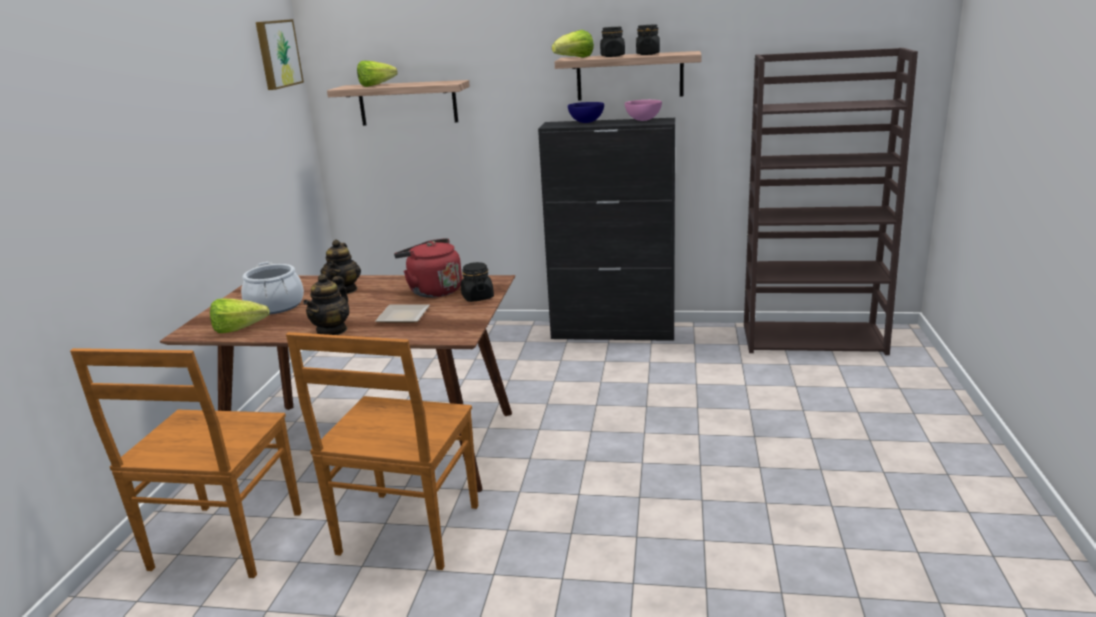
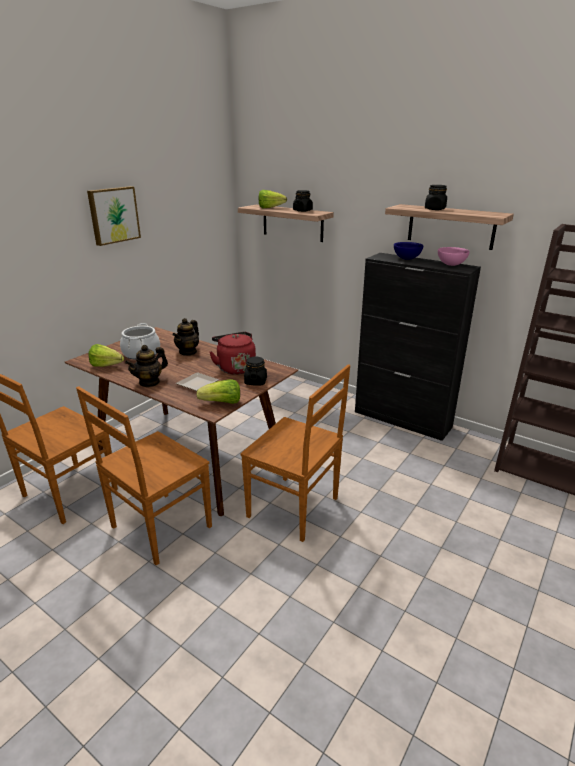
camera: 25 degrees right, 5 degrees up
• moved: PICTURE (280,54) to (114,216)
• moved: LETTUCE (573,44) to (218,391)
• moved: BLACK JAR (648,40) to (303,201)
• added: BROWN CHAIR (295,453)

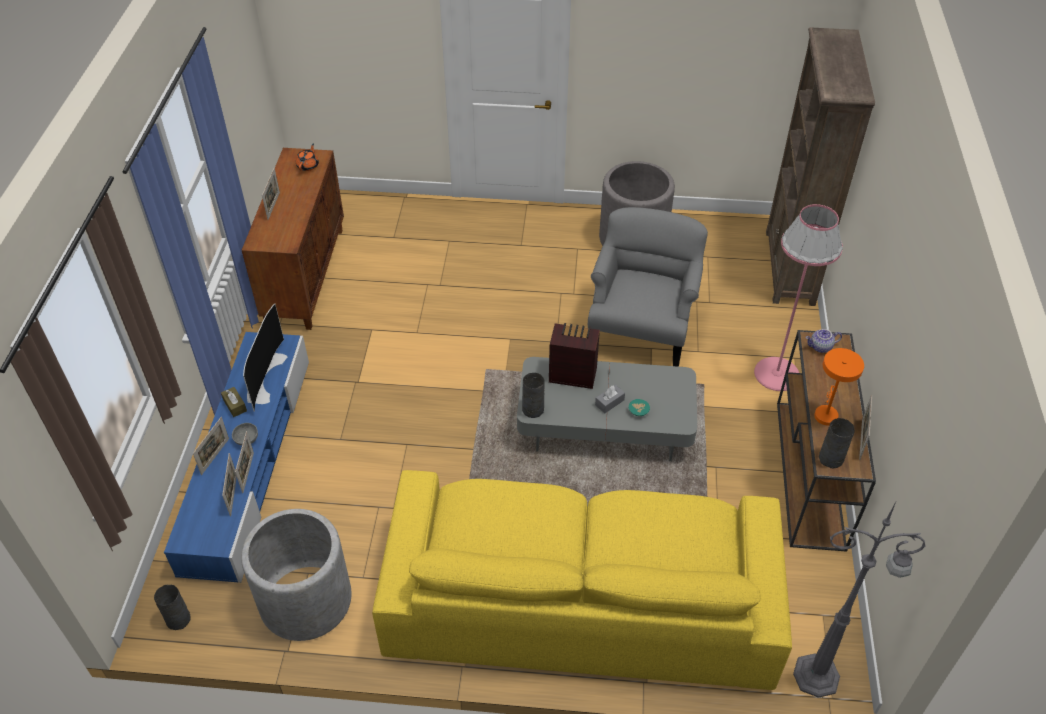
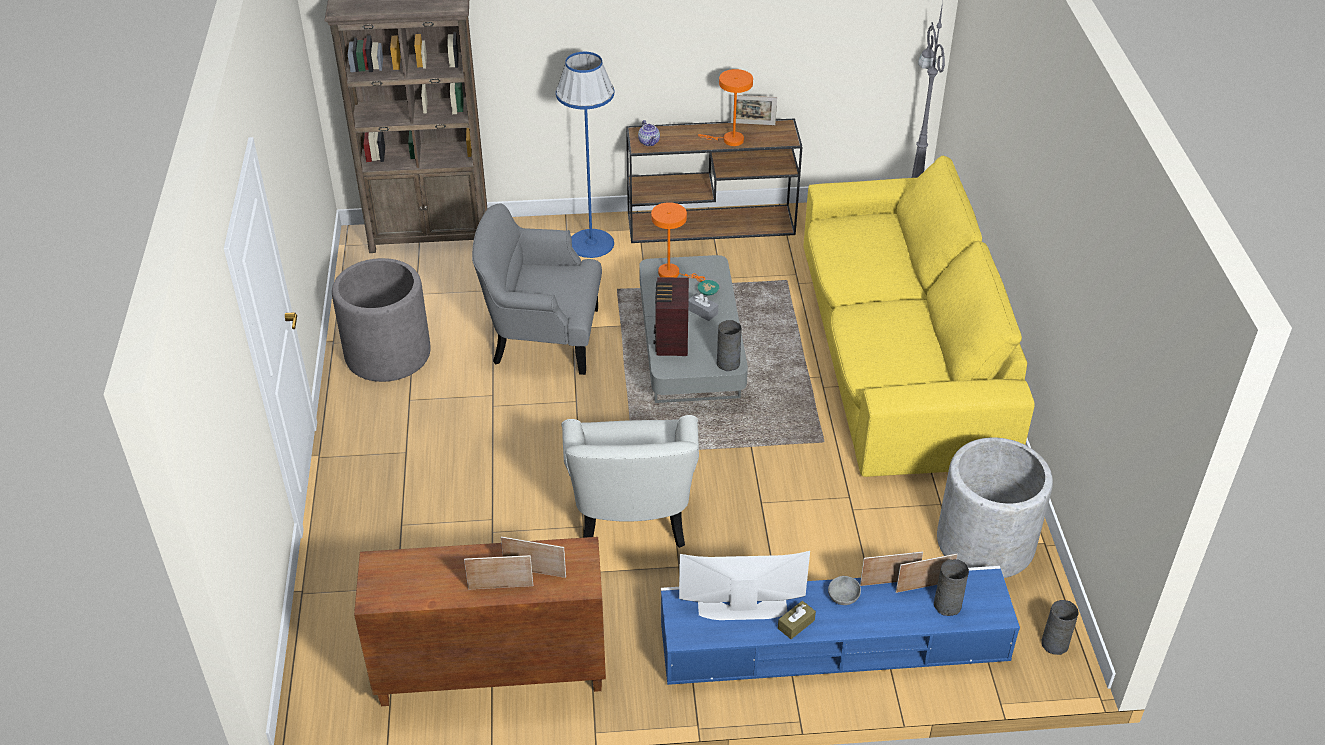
camera: 100 degrees left, 5 degrees down
• moved: PICTURE FRAME (211,446) to (533,557)
• removed: ORANGE TEAPOT (307,157)
• recoloured: PINK FLOOR LAMP (798,297) to BLUE FLOOR LAMP (585,155)
• moved: GREY VASE (837,443) to (951,587)
• added: WHITE ARMCHAIR (630,481)
• added: ORANGE TABLE LAMP (678,242)

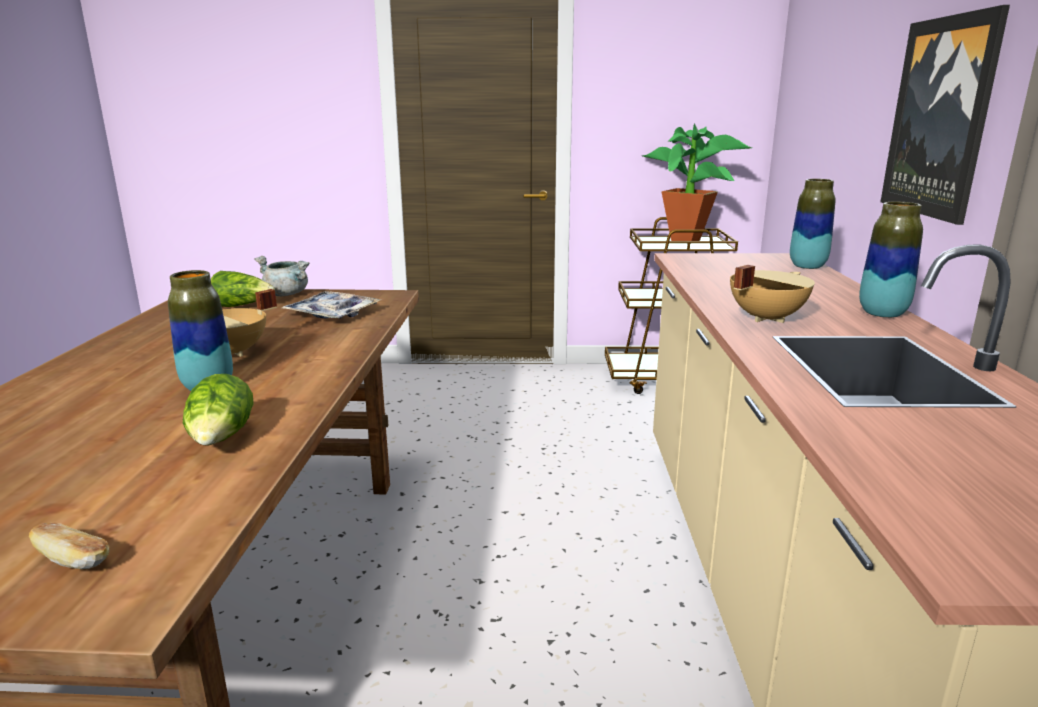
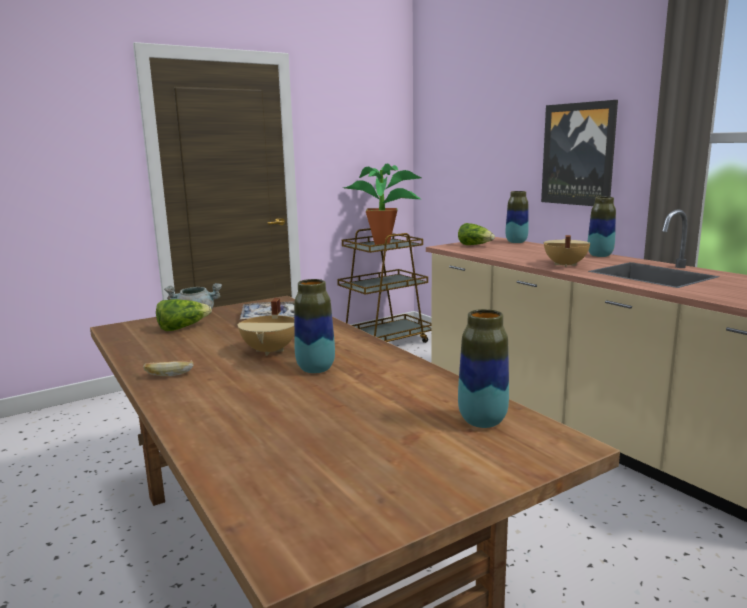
camera: 35 degrees left, 5 degrees down
• moved: BREAD (69,546) to (168,368)
• moved: LETTUCE (218,410) to (476,234)
• added: VASE (483,368)

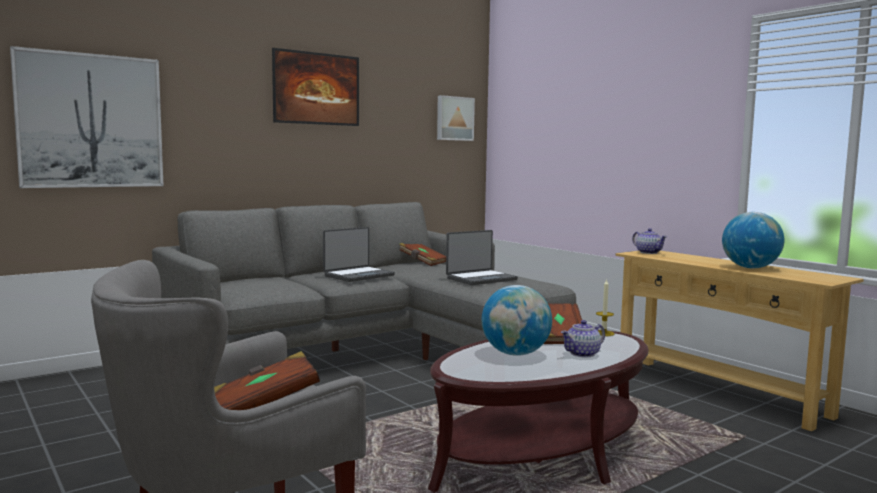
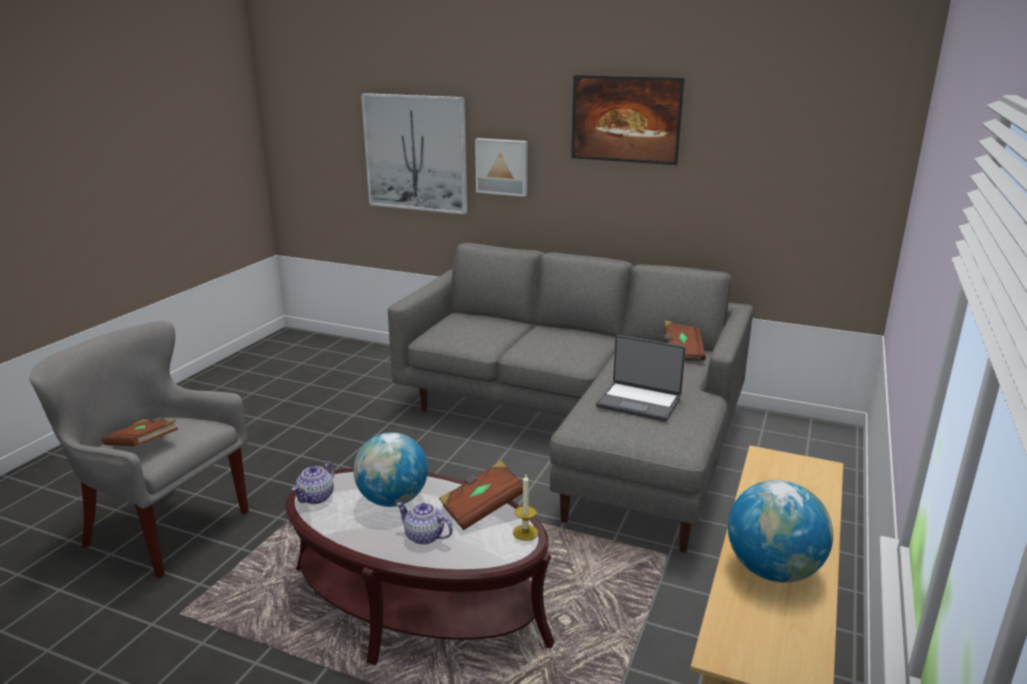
camera: 60 degrees right, 15 degrees up
• removed: LAPTOP (359,254)
• moved: PICTURE (456,118) to (501,167)
• moved: TEAPOT (649,241) to (313,482)

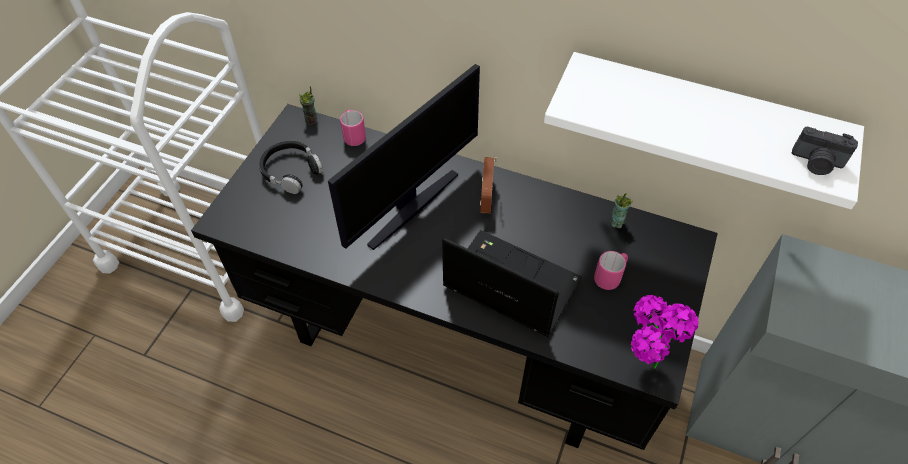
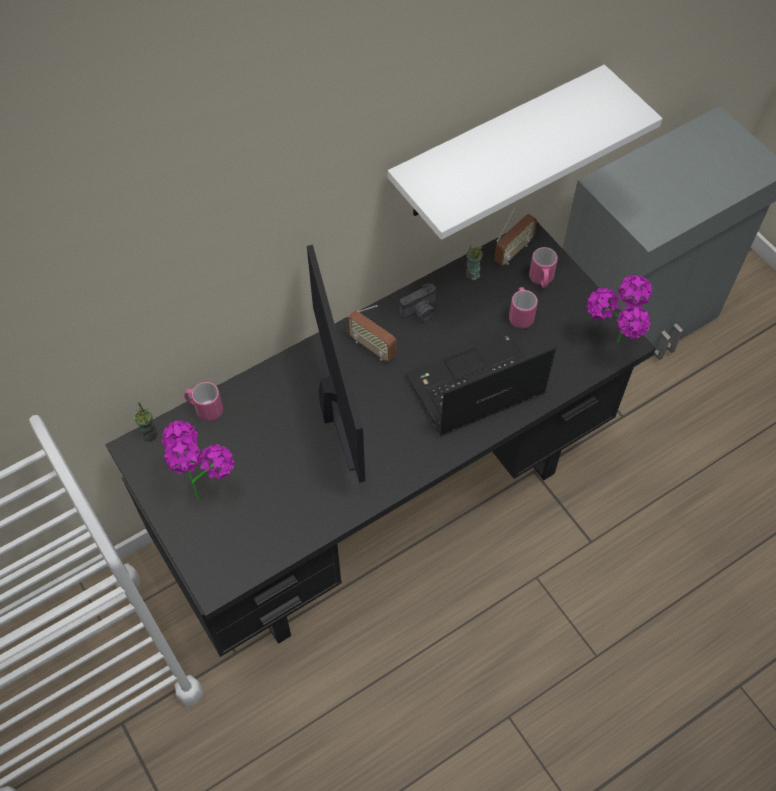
camera: 55 degrees left, 5 degrees up
• replaced: BLACK HEADPHONES (291,167) to POTTED PLANT (198,460)
• moved: PHOTO CAMERA (825,151) to (417,302)
• added: RADIO (515,236)
• added: PINK MUG (543,267)

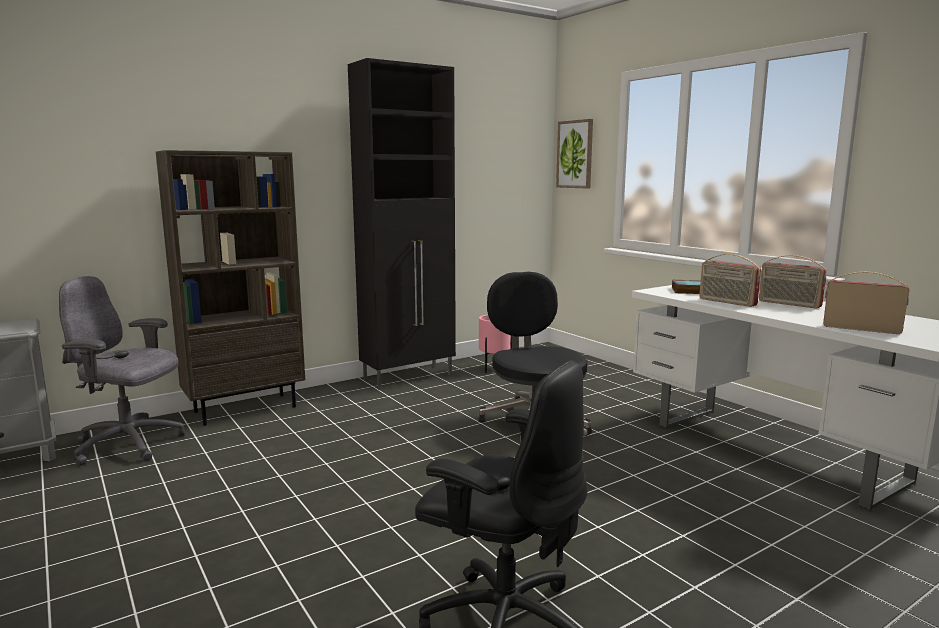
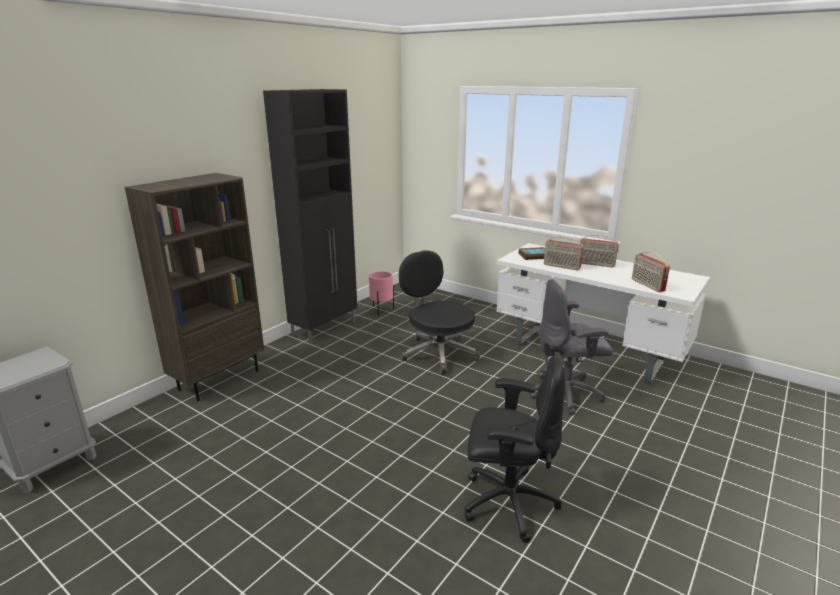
camera: 20 degrees left, 10 degrees up
• moved: GREY OFFICE CHAIR (122,371) to (571,347)
• removed: PICTURE (574,154)
• turned: RADIO (866,303) = (651,272) 120 degrees counterclockwise

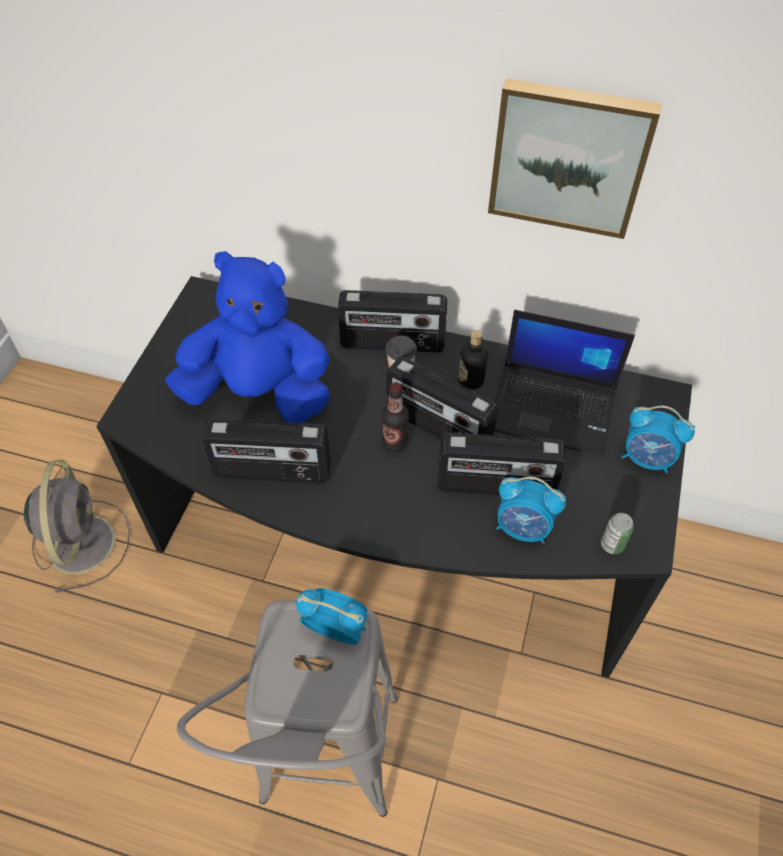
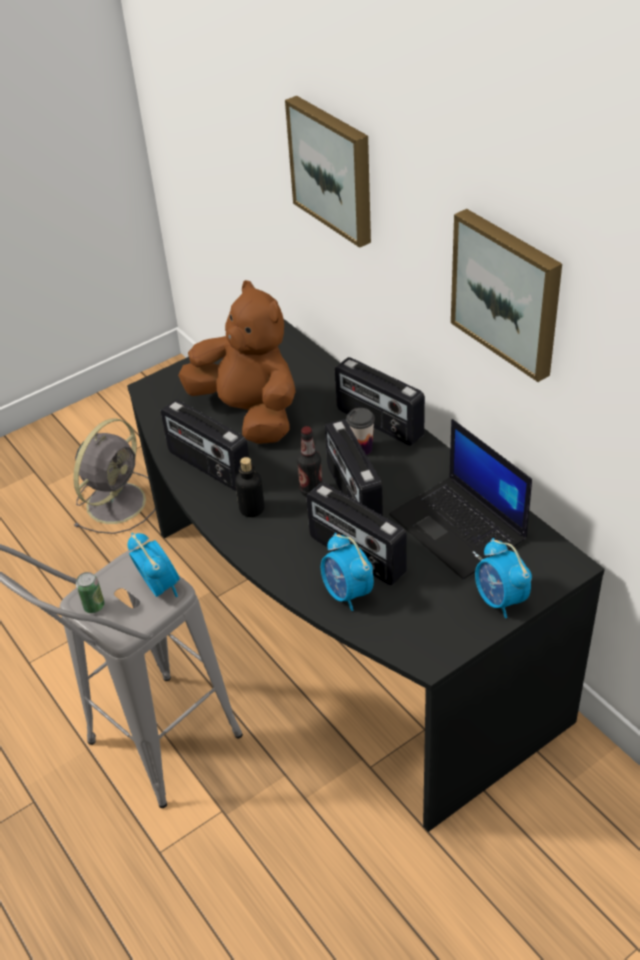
camera: 40 degrees right, 10 degrees down
• recoloured: BLUE PLUSH TOY (247,337) to BROWN PLUSH TOY (237,362)
• moved: BOTTLE (473,360) to (250,487)
• moved: CAN (617,533) to (90,592)
• added: PICTURE (328,172)

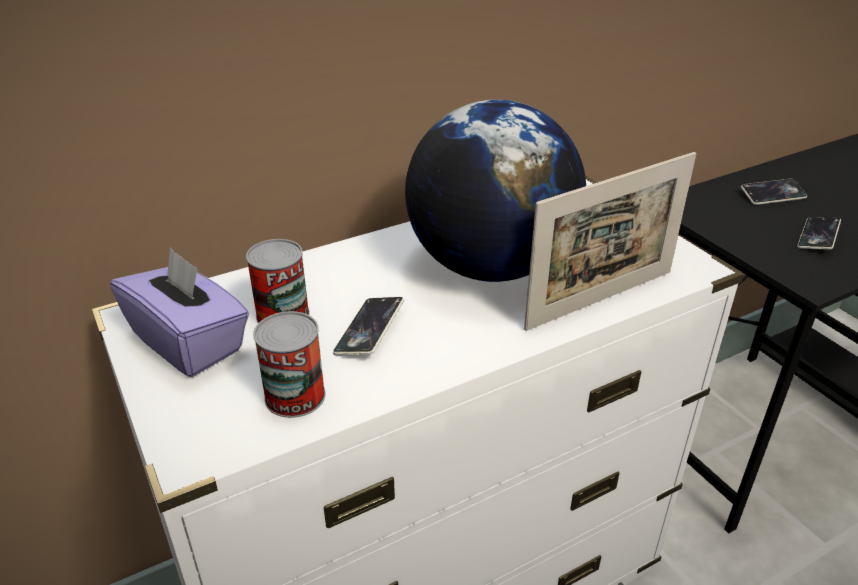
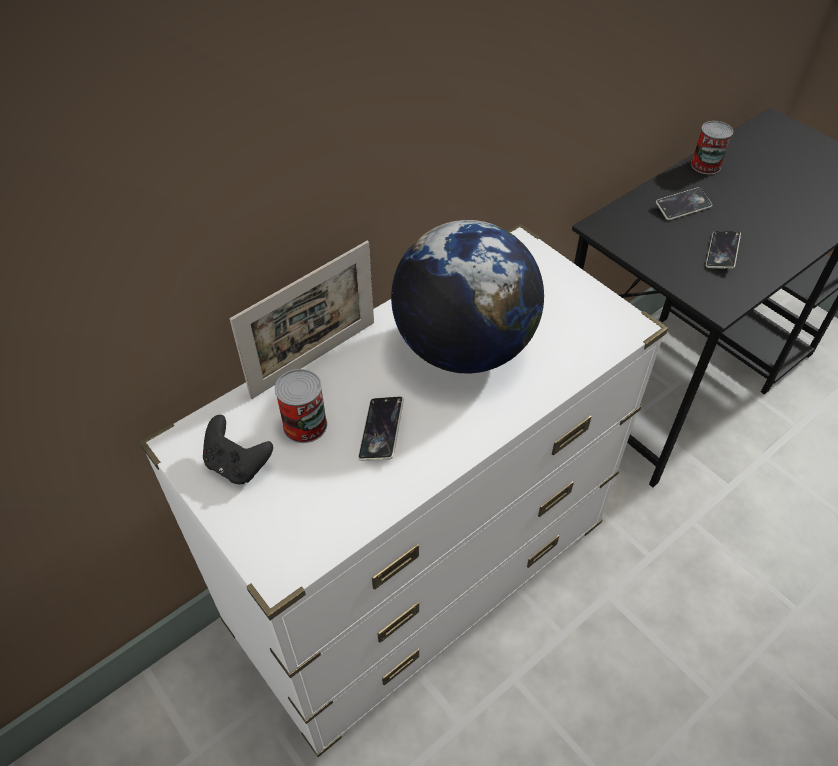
camera: 10 degrees left, 15 degrees up
• replaced: PURPLE TISSUE BOX (179,312) to BLACK GAME CONTROLLER (238,449)
• moved: CAN (289,364) to (712,147)
• moved: PICTURE FRAME (610,241) to (302,320)

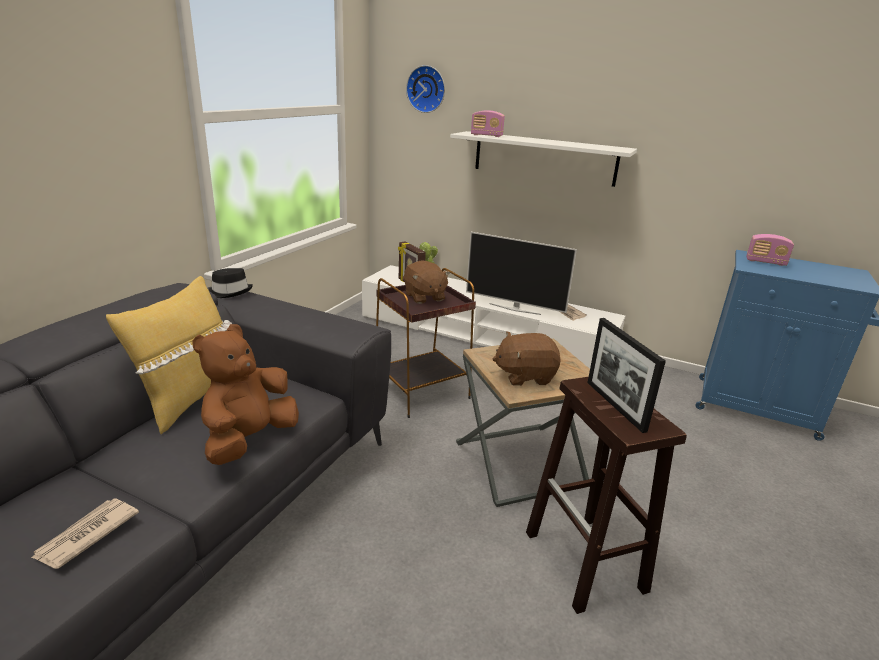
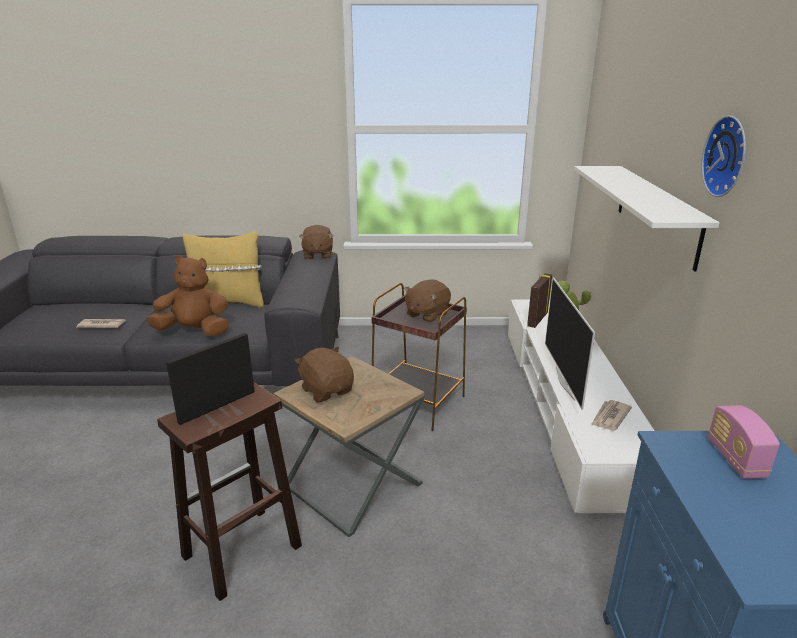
camera: 65 degrees right, 0 degrees up
• replaced: BLACK HAT (231,283) to BROWN PLUSH TOY (316,242)
• moved: WALL CLOCK (425,89) to (724,156)
• removed: RADIO (488,123)

